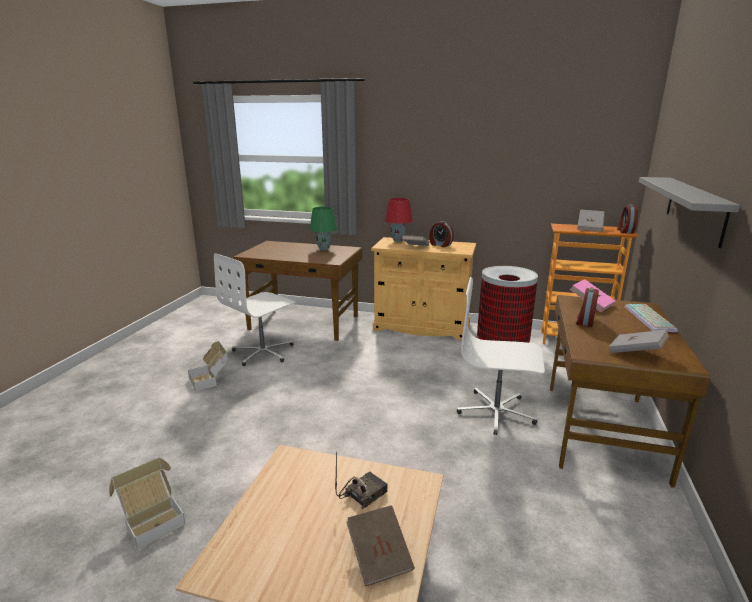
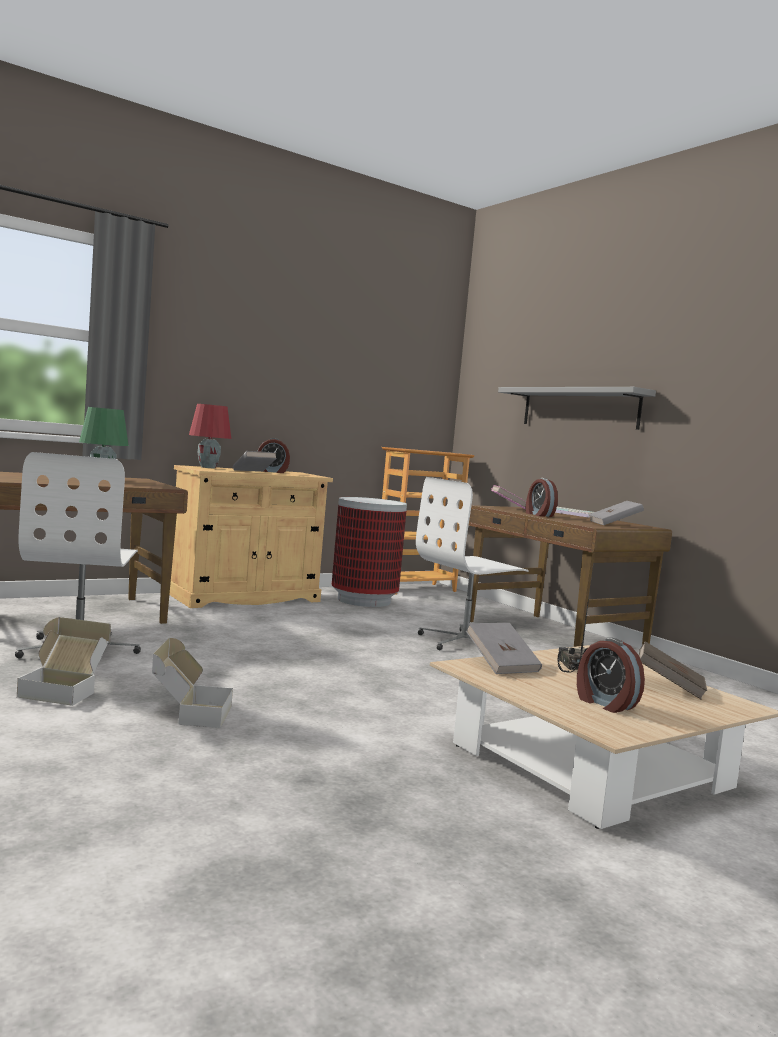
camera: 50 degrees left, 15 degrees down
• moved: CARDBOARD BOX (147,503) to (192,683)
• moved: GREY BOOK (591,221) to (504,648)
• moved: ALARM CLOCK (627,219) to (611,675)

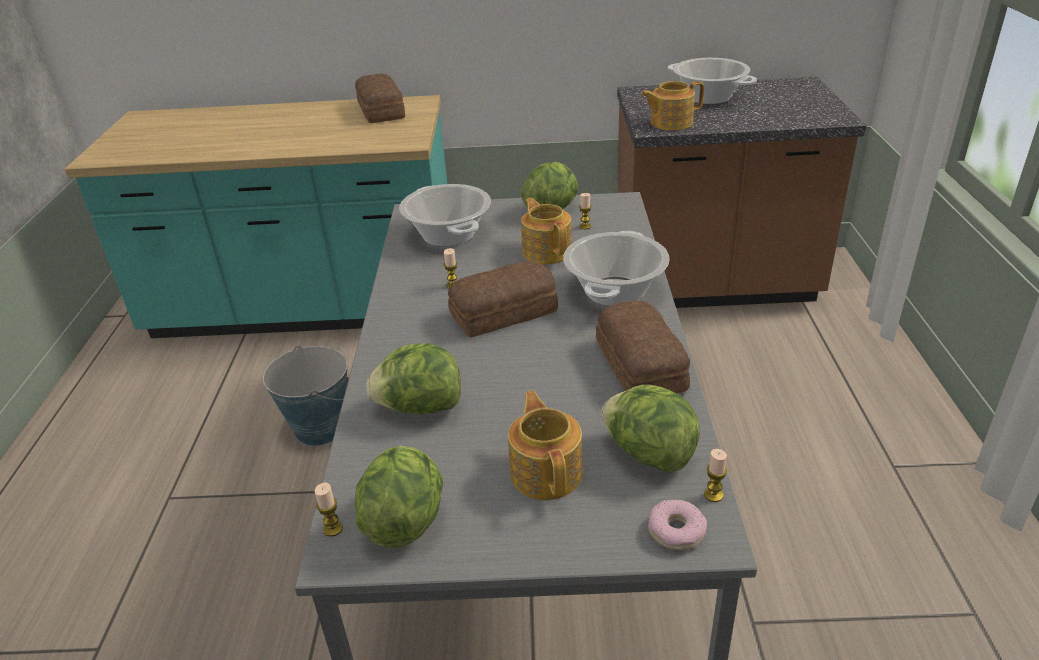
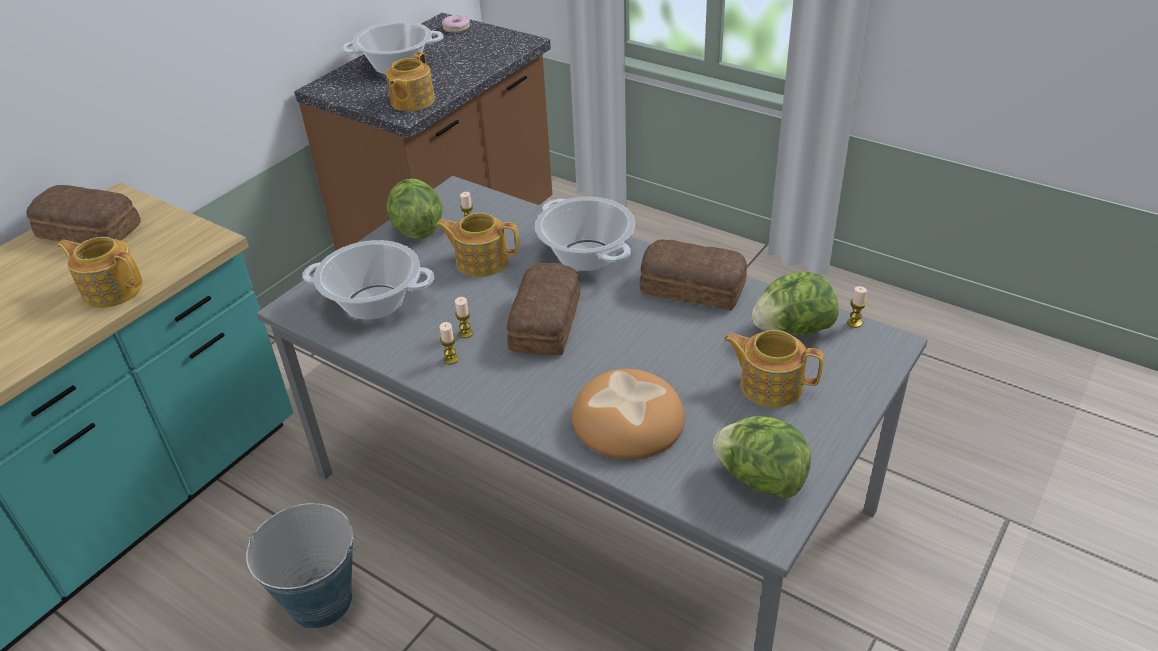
camera: 55 degrees left, 5 degrees up
• moved: CANDLE (329,509) to (449,343)
• replaced: LETTUCE (413,378) to BREAD (628,414)
• moved: DONUT (677,524) to (456,24)
• added: TEAPOT (100,272)

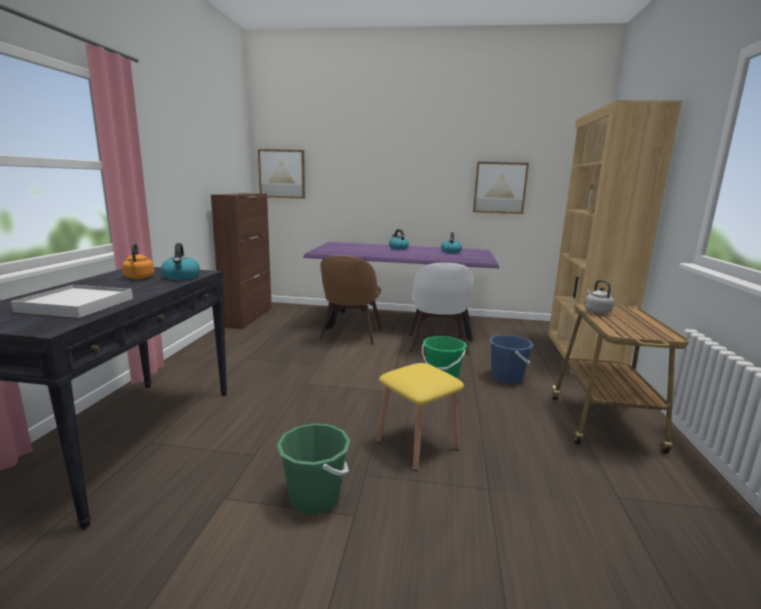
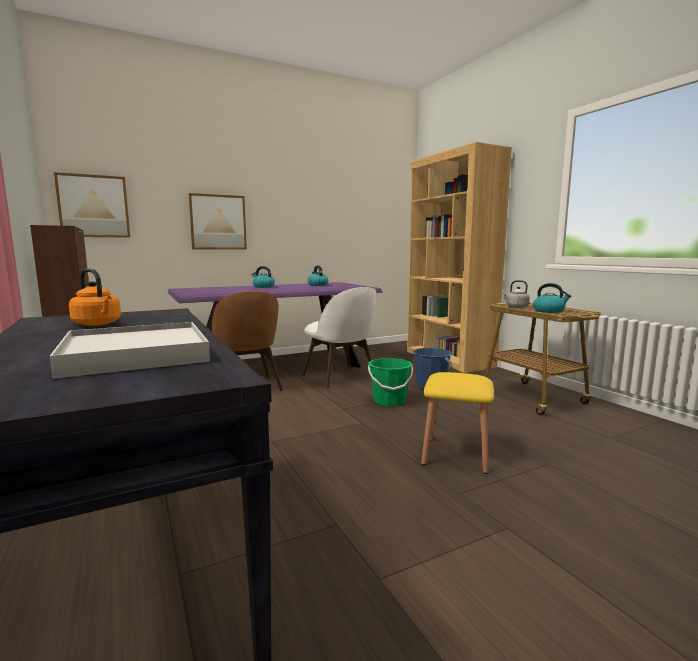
camera: 35 degrees left, 5 degrees down
• moved: KETTLE (180,261) to (552,298)
• removed: GREEN BUCKET (313,469)
• moved: PICTURE (501,188) to (217,221)

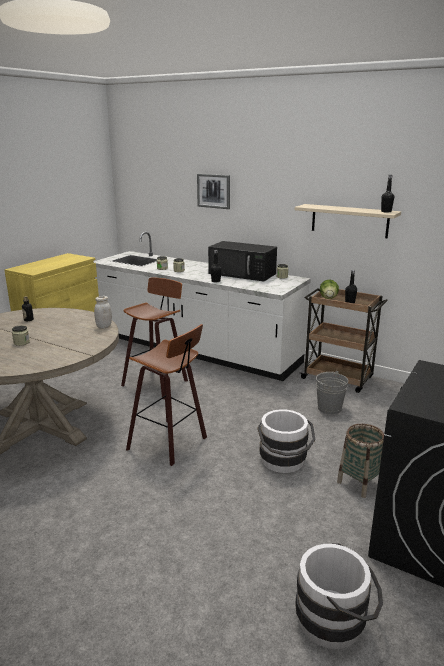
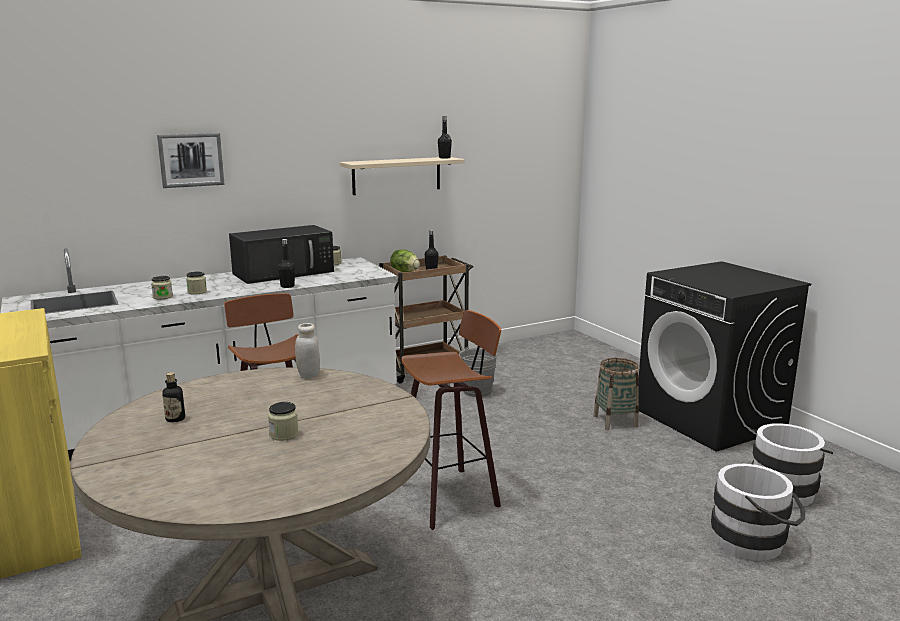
camera: 60 degrees left, 5 degrees down
• moved: WHITE BUCKET (286,441) to (758,512)

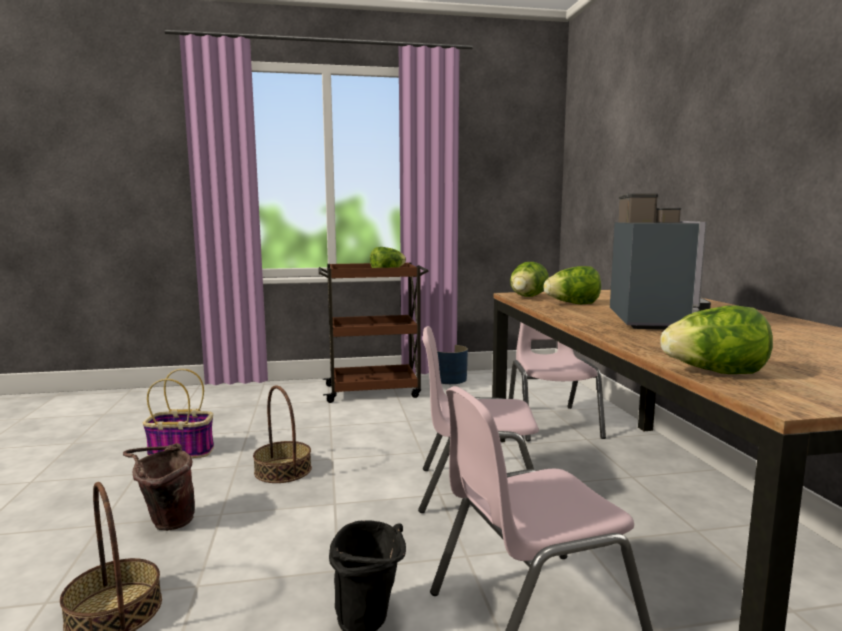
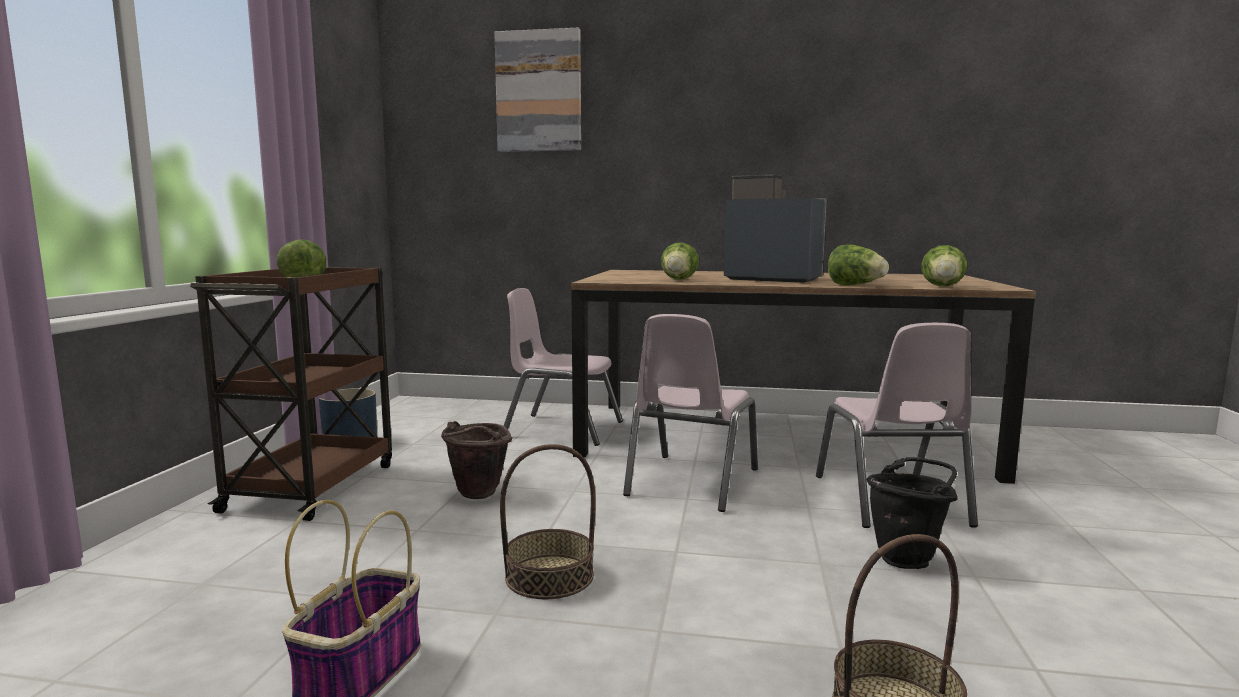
camera: 70 degrees left, 0 degrees up
• moved: BROWN BUCKET (159,487) to (476,460)
• moved: LETTUCE (529,279) to (858,265)
• added: PICTURE (537,89)

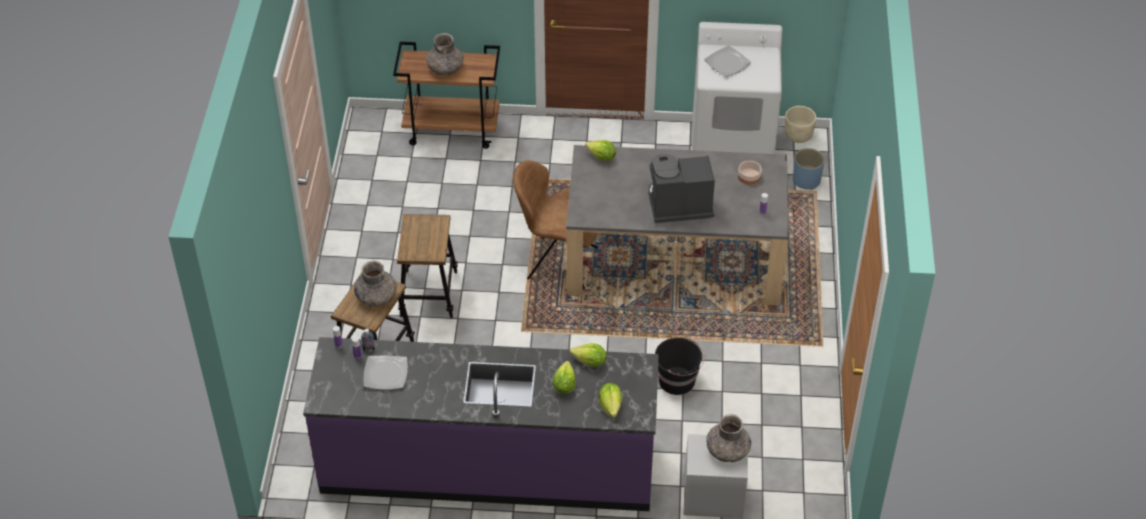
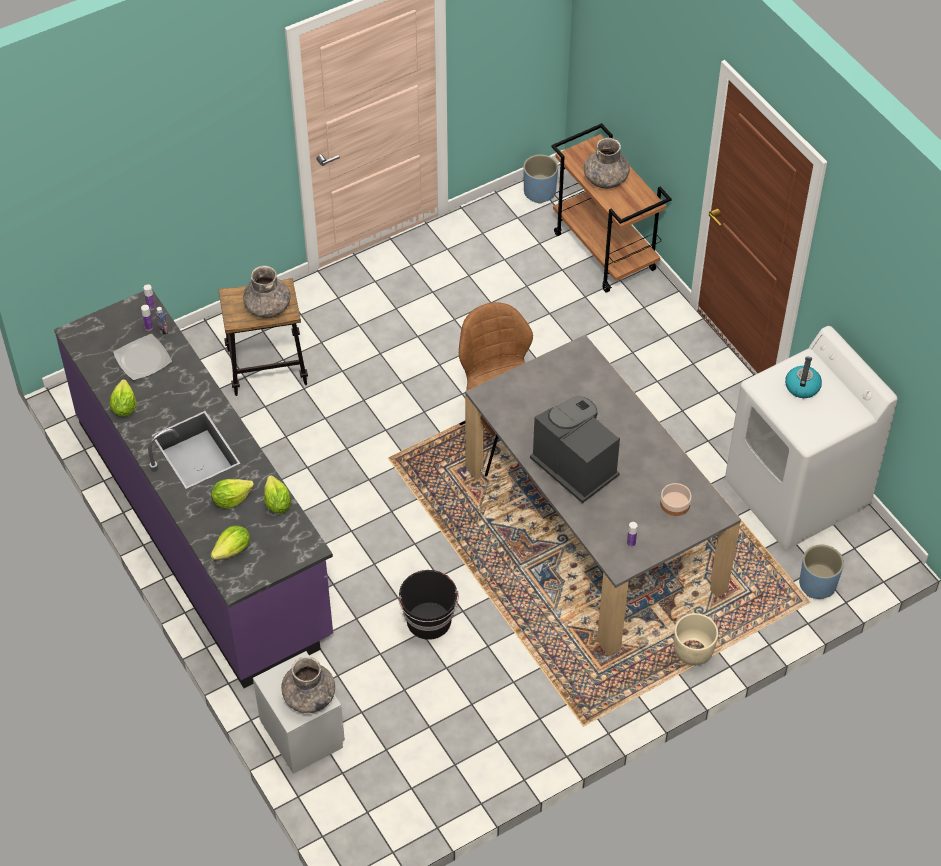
camera: 55 degrees right, 5 degrees up
• removed: STOOL (427,266)
• moved: LETTUCE (600,150) to (123,398)
• replaced: PLATE (727,61) to KETTLE (803,377)
• moved: BEIGE PLANTER (800,124) to (696,639)
• added: BLUE PLANTER (540,179)

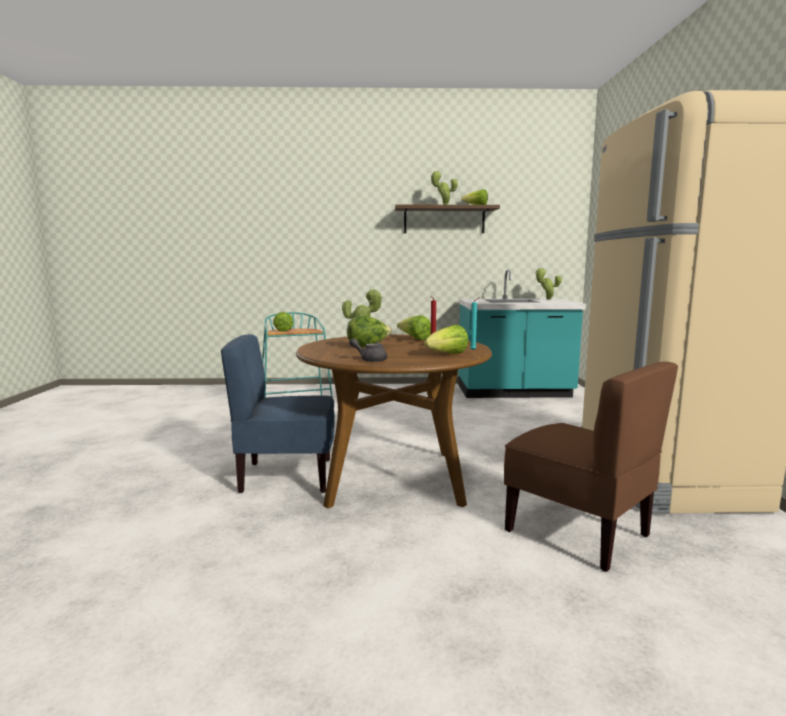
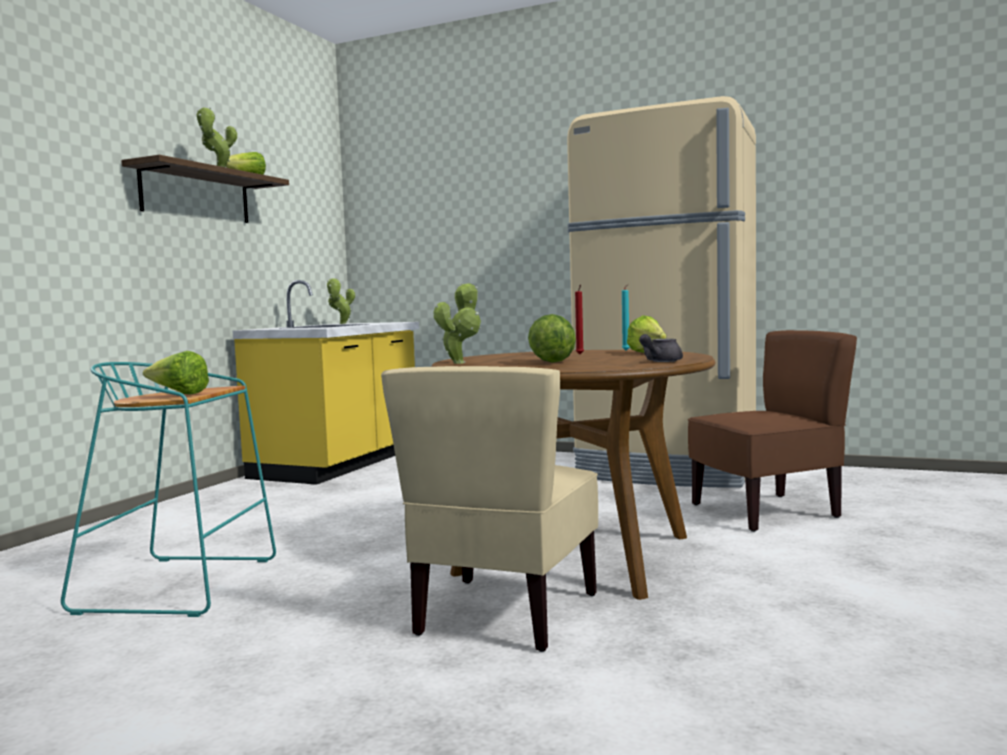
camera: 65 degrees left, 5 degrees down
• recoloured: BLUE CHAIR (278,413) to BEIGE CHAIR (489,509)
• removed: LETTUCE (414,327)
• recoloured: TURQUOISE COUNTER (522,333) to YELLOW COUNTER (326,382)

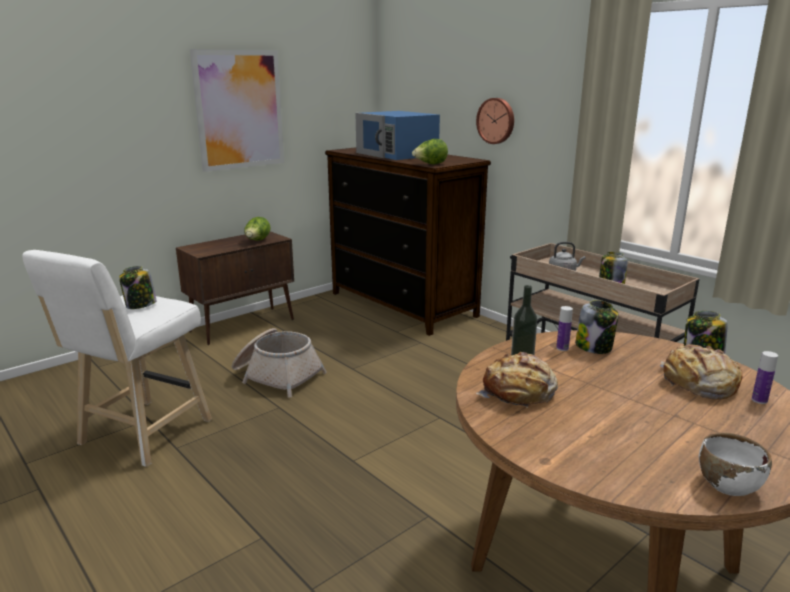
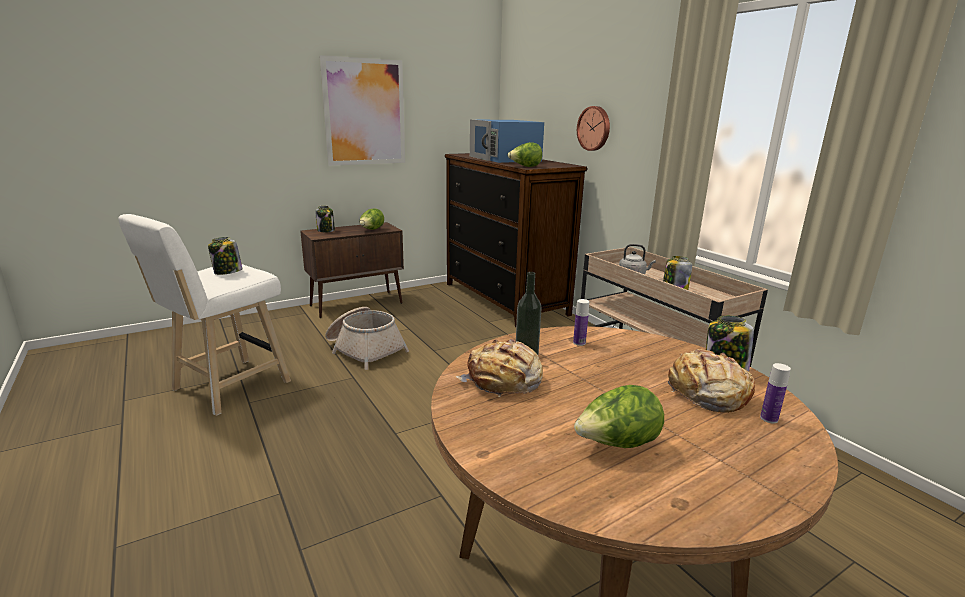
camera: 10 degrees right, 0 degrees up
• moved: JAR (597,327) to (325,219)
• removed: WHITE BOWL (735,464)
• added: LETTUCE (619,416)

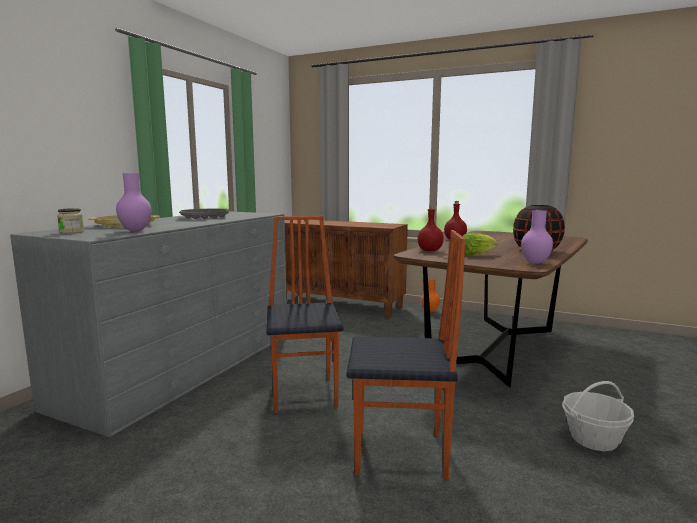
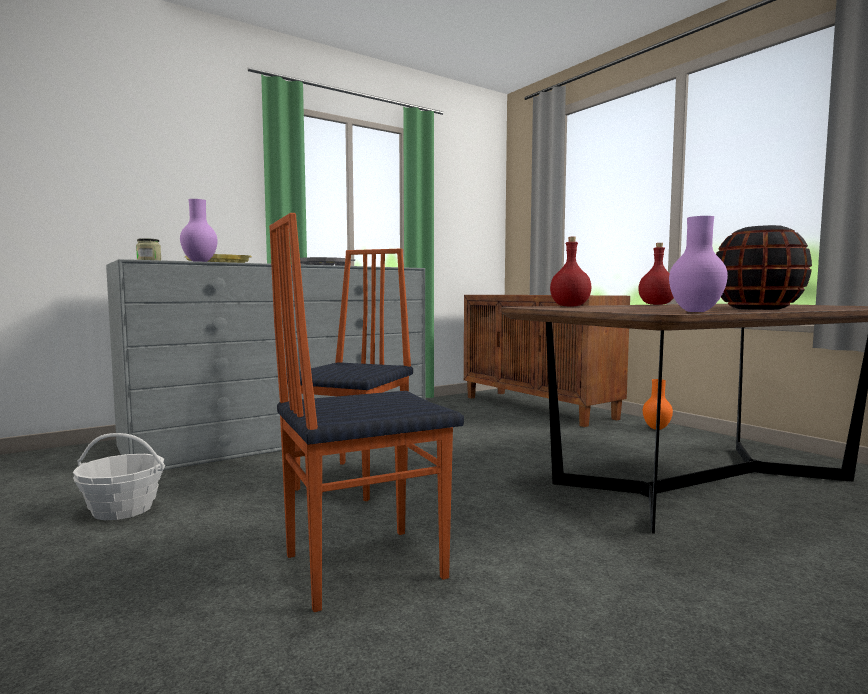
camera: 30 degrees right, 5 degrees down
• turned: CHAIR (406,354) = (366,412) 120 degrees clockwise
• removed: LETTUCE (479,244)
• moved: BASKET (598,416) to (119,476)

